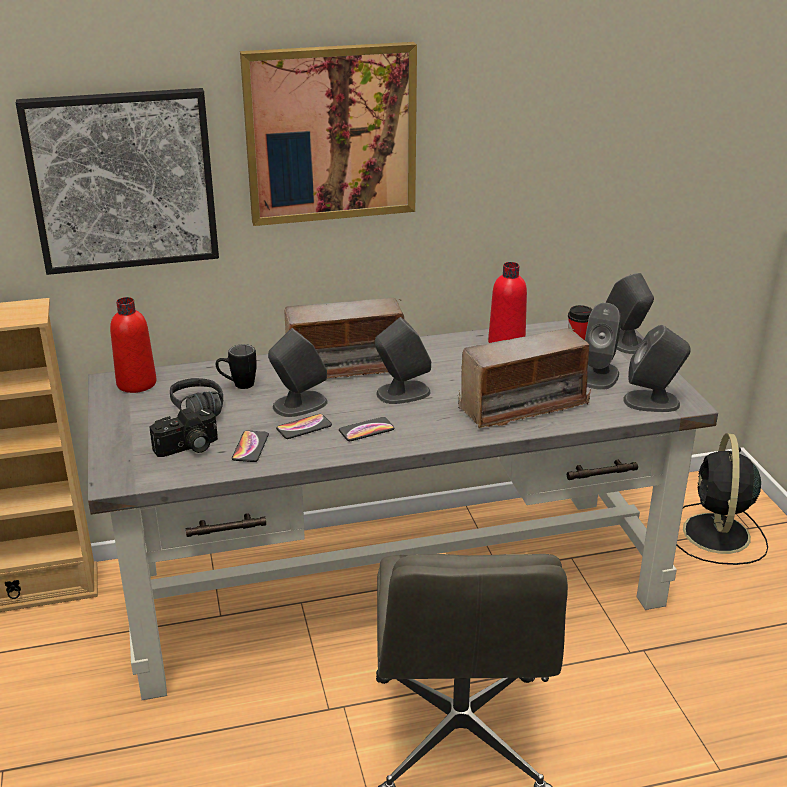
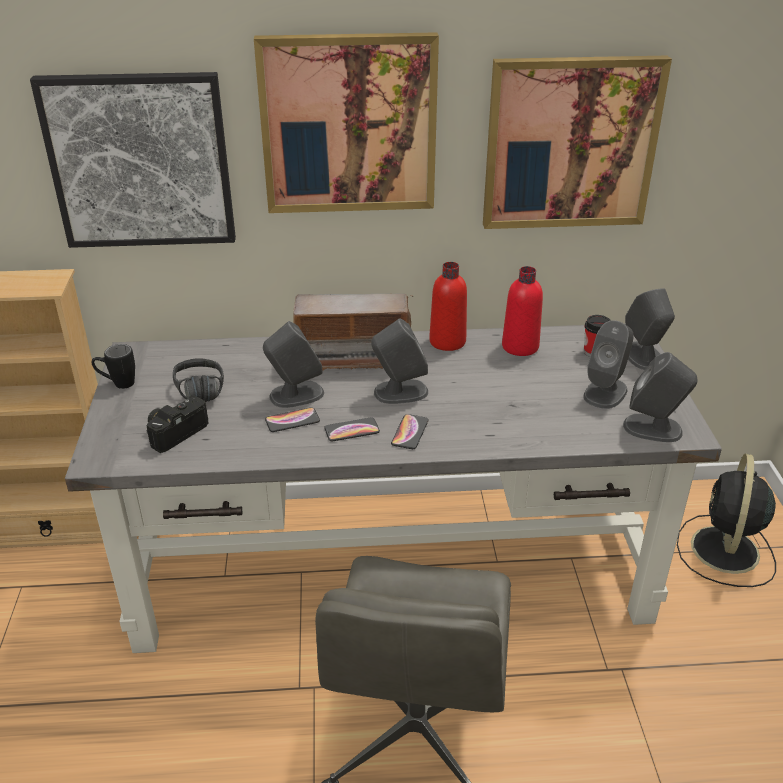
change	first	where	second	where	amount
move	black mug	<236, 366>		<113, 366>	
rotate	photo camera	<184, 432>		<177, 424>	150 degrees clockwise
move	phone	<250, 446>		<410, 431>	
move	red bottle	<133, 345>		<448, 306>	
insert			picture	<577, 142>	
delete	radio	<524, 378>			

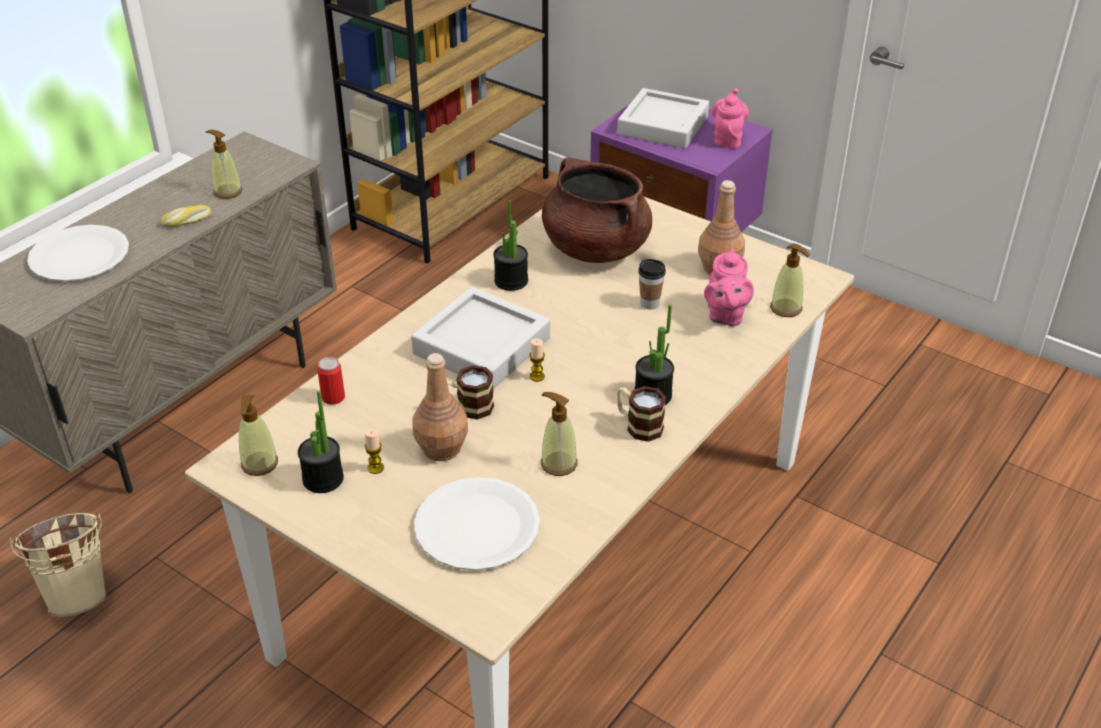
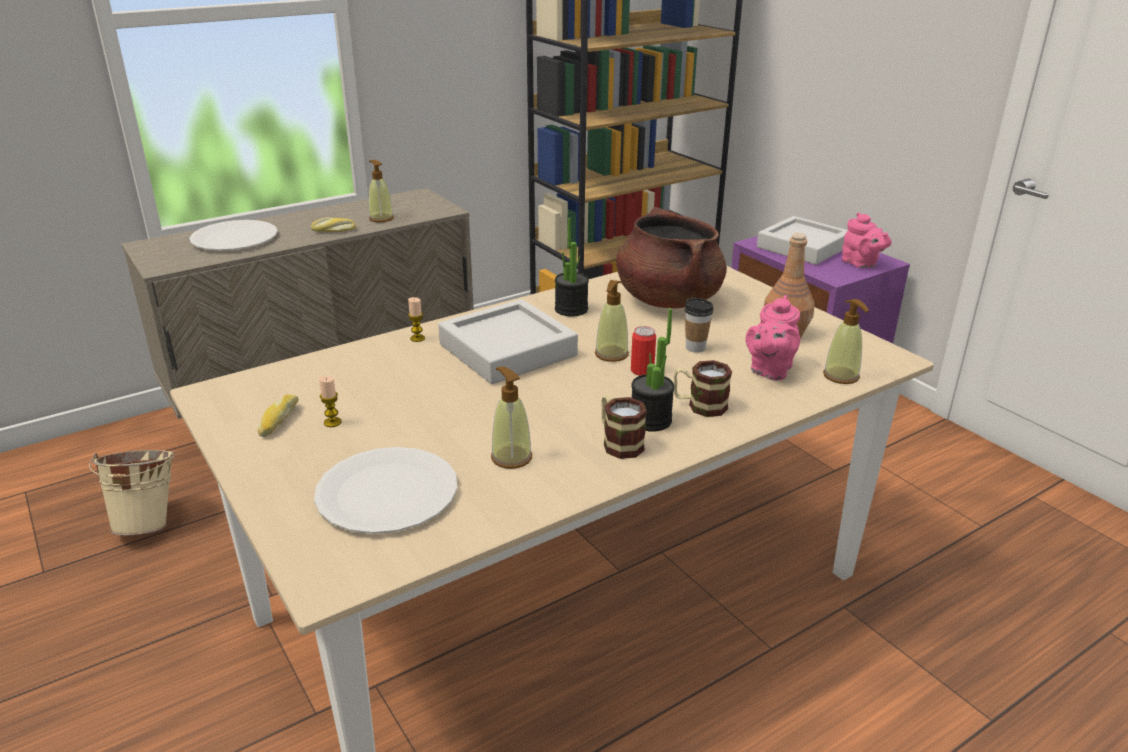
change	first	where	second	where	amount
replace	potted plant	<321, 442>	bread	<278, 415>	
move	candle	<537, 360>		<416, 319>	
move	soap dispenser	<258, 435>		<612, 321>	
move	can	<331, 381>		<643, 351>	
move	mug	<470, 392>		<703, 388>	
rotate	pink teapot	<730, 118>		<867, 240>	120 degrees clockwise
delete	brown bottle	<440, 407>			

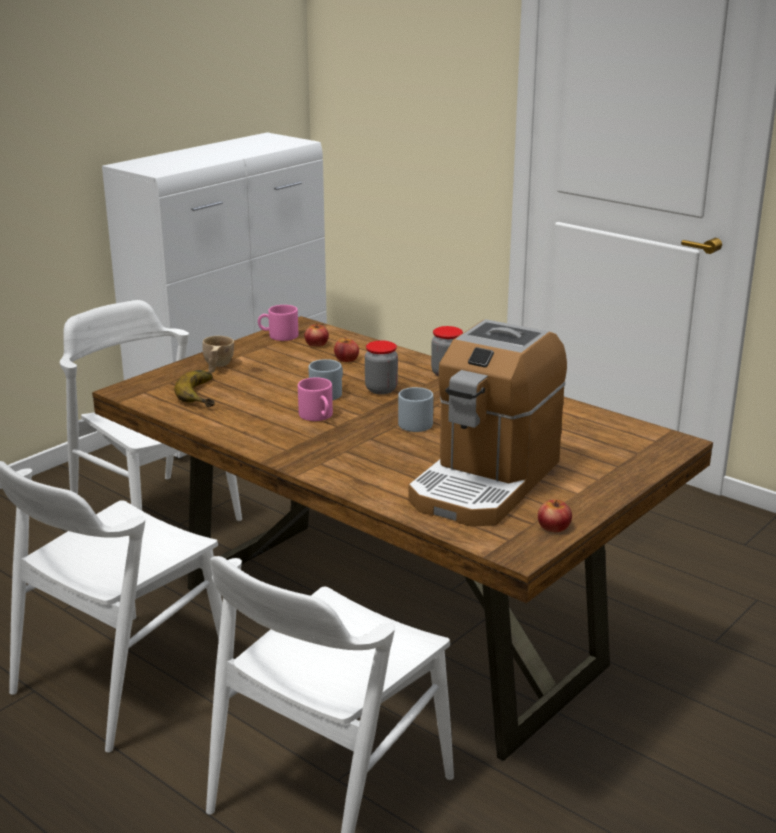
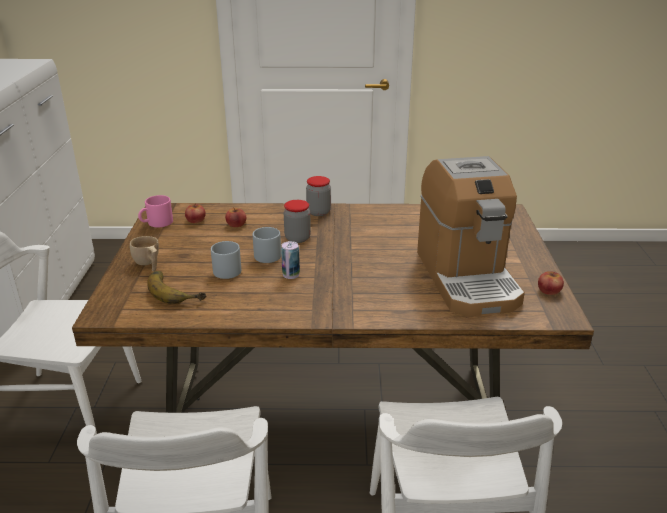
change	first	where	second	where	amount
move	grey mug	<415, 409>		<226, 260>	
replace	pink mug	<315, 399>	can	<290, 260>	

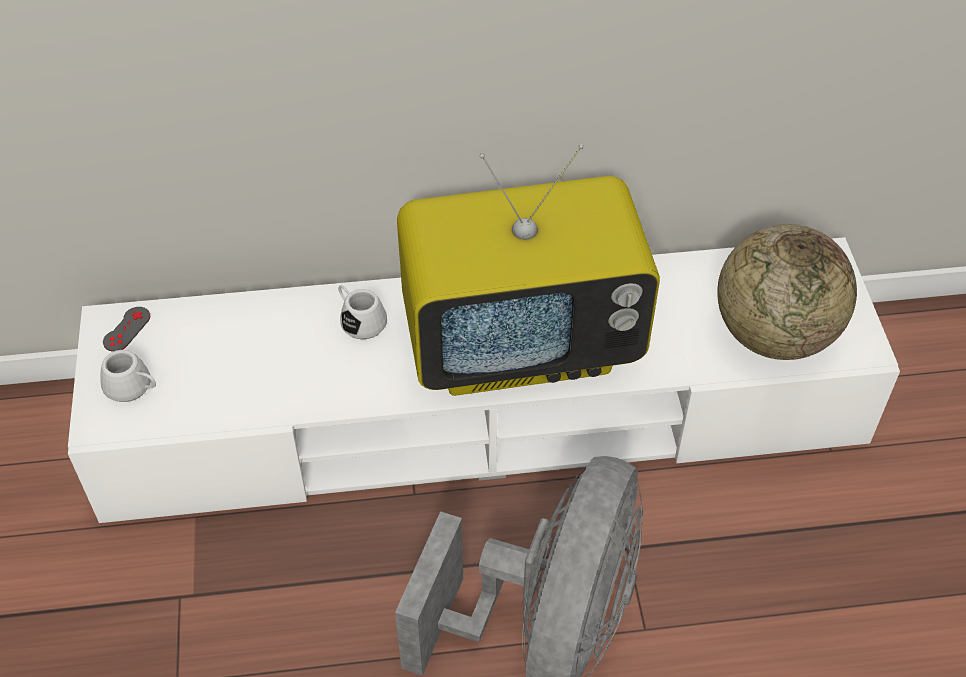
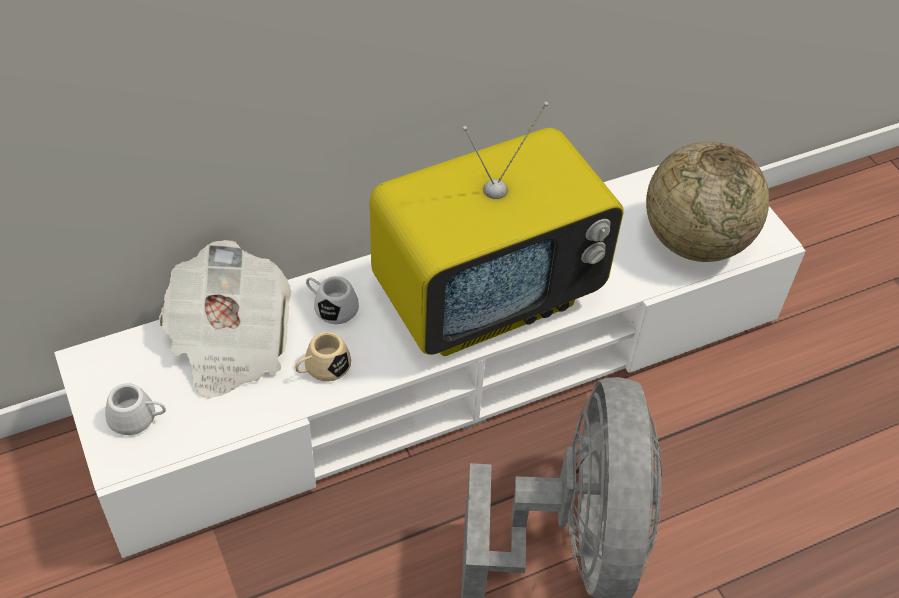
change	first	where	second	where	amount
insert			newspaper	<225, 319>	
insert			beige mug	<323, 356>	
delete	grey game controller	<126, 329>			

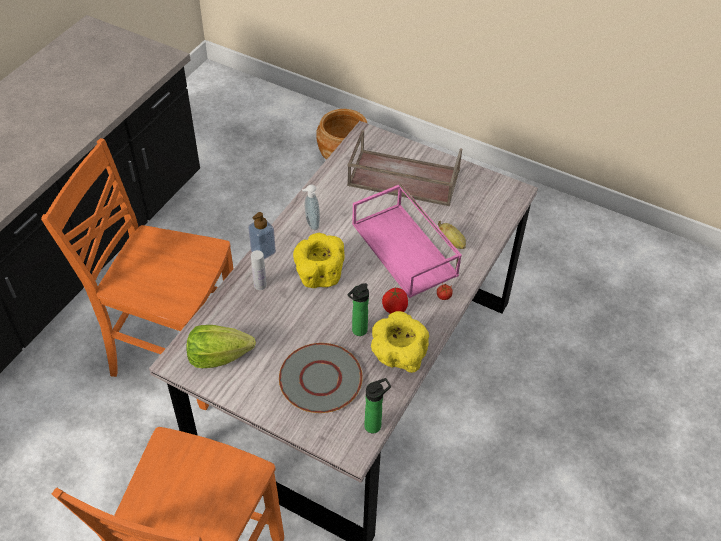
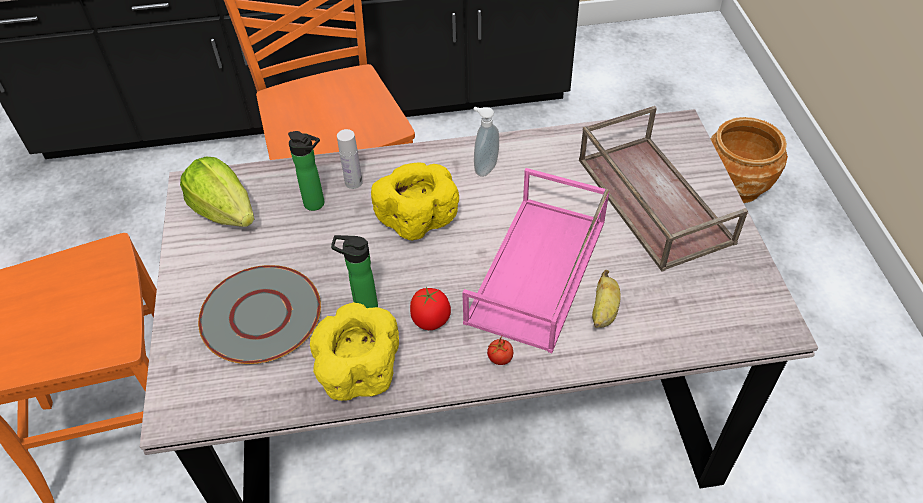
change	first	where	second	where	amount
move	bottle	<377, 405>		<306, 171>	
delete	soap dispenser	<262, 235>			

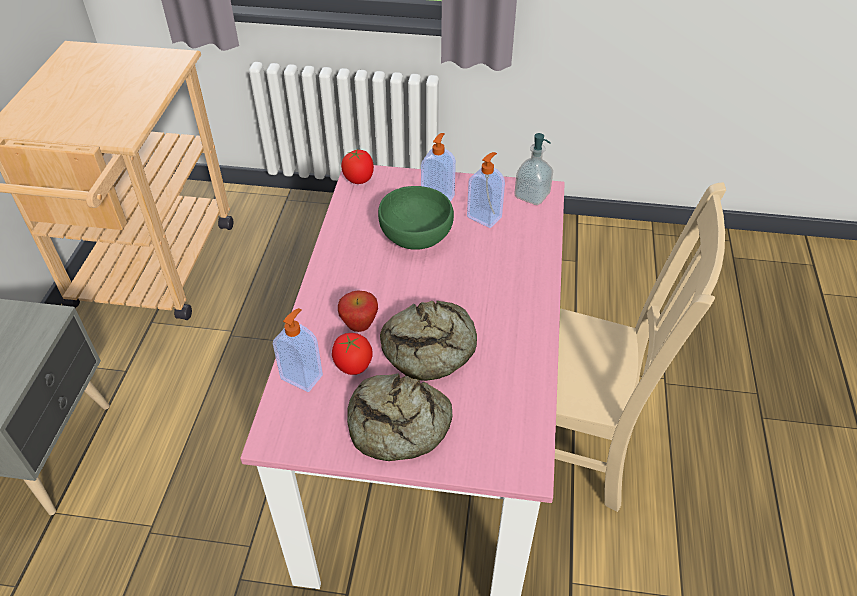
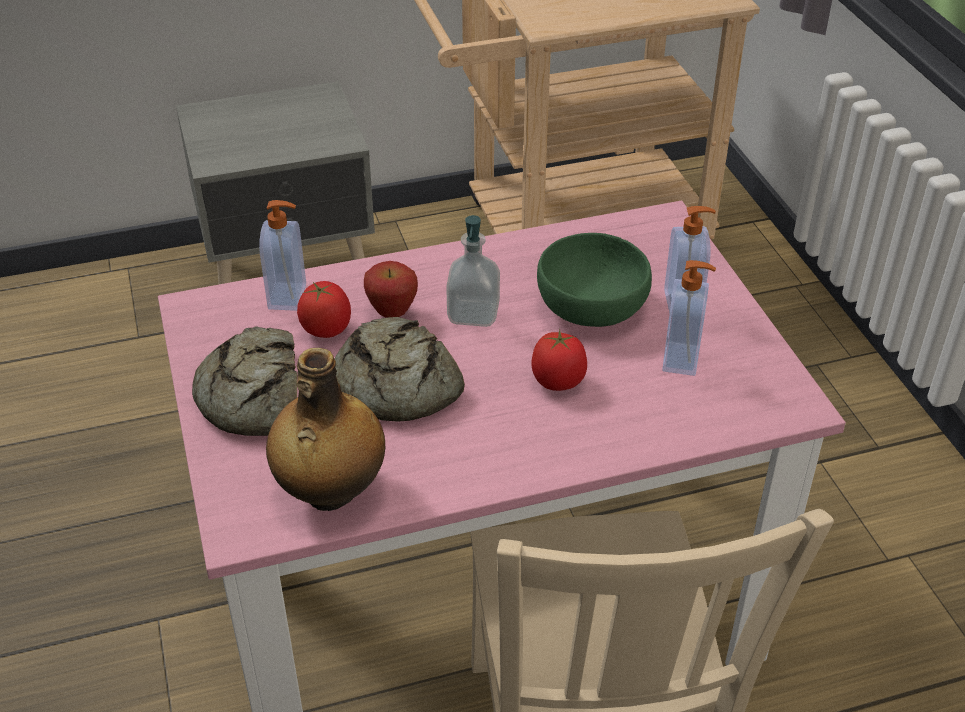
change	first	where	second	where	amount
insert			bottle	<325, 429>	
move	soap dispenser	<533, 169>		<473, 271>	
move	tomato	<357, 166>		<559, 360>	

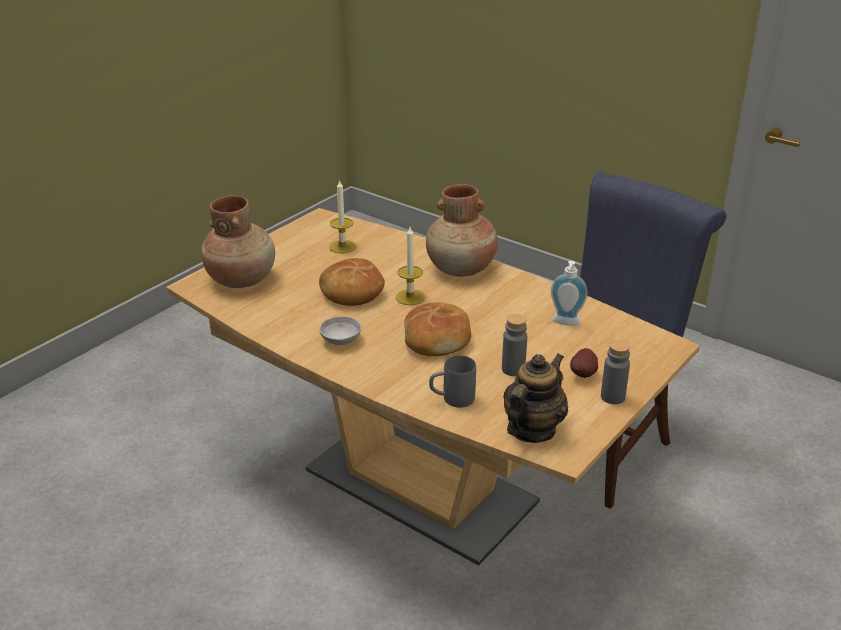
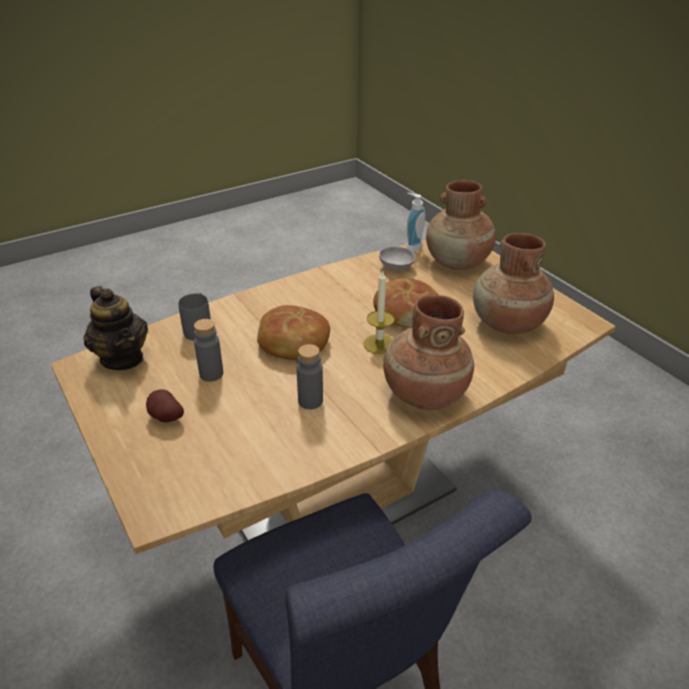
change	first	where	second	where	amount
move	grey bottle	<615, 372>		<310, 376>	
move	grey bowl	<340, 330>		<397, 258>	
move	soap dispenser	<569, 293>		<416, 223>	
replace	candle	<342, 216>	brown vase	<513, 283>	

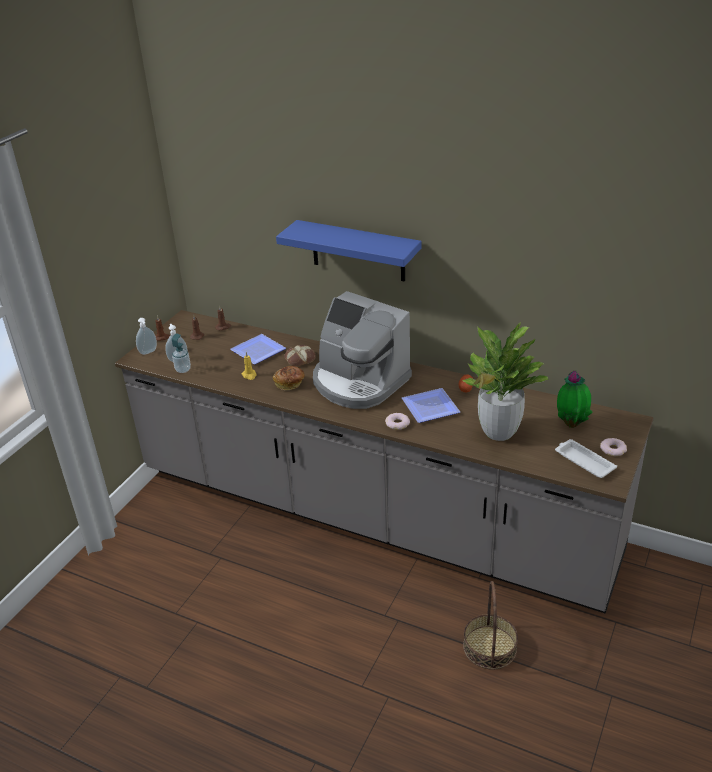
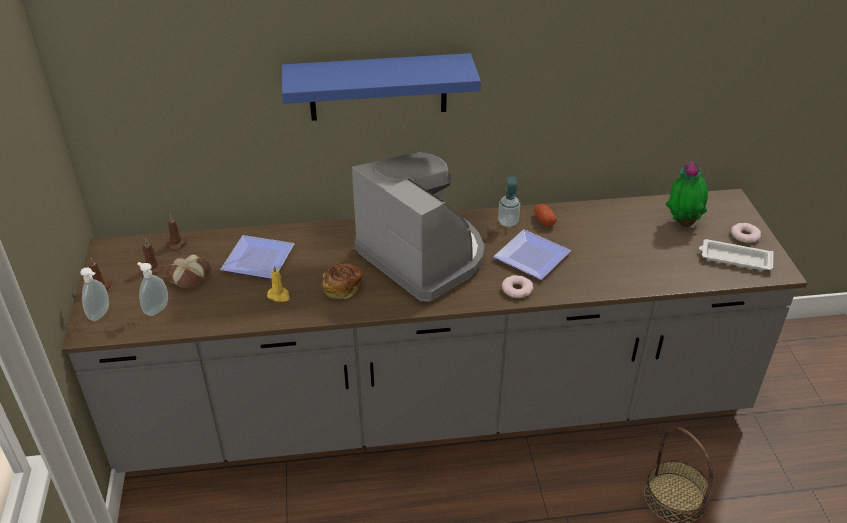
change	first	where	second	where	amount
move	bread	<300, 355>		<188, 271>	
rotate	coffee machine	<362, 350>		<418, 227>	135 degrees counterclockwise
move	soap dispenser	<181, 353>		<509, 202>	
delete	potted plant	<505, 381>			

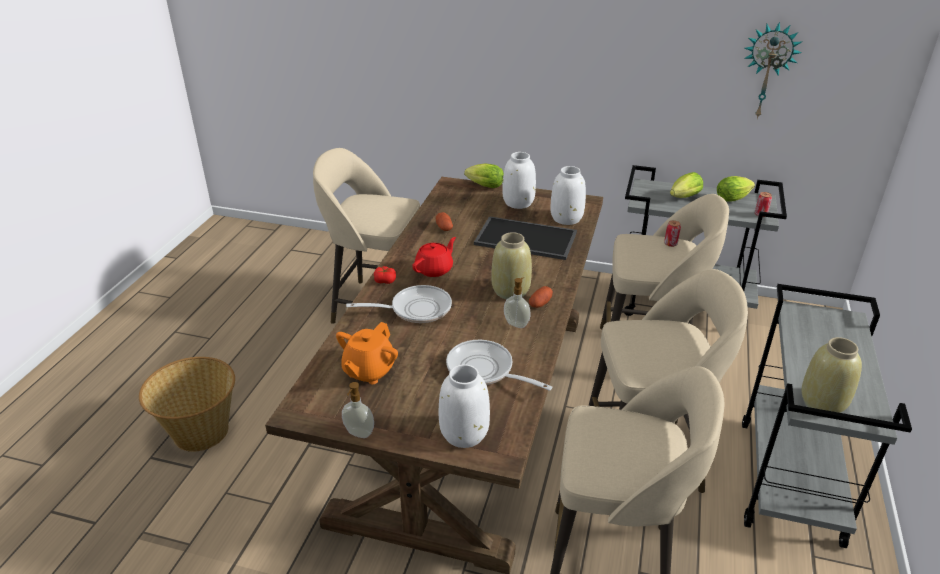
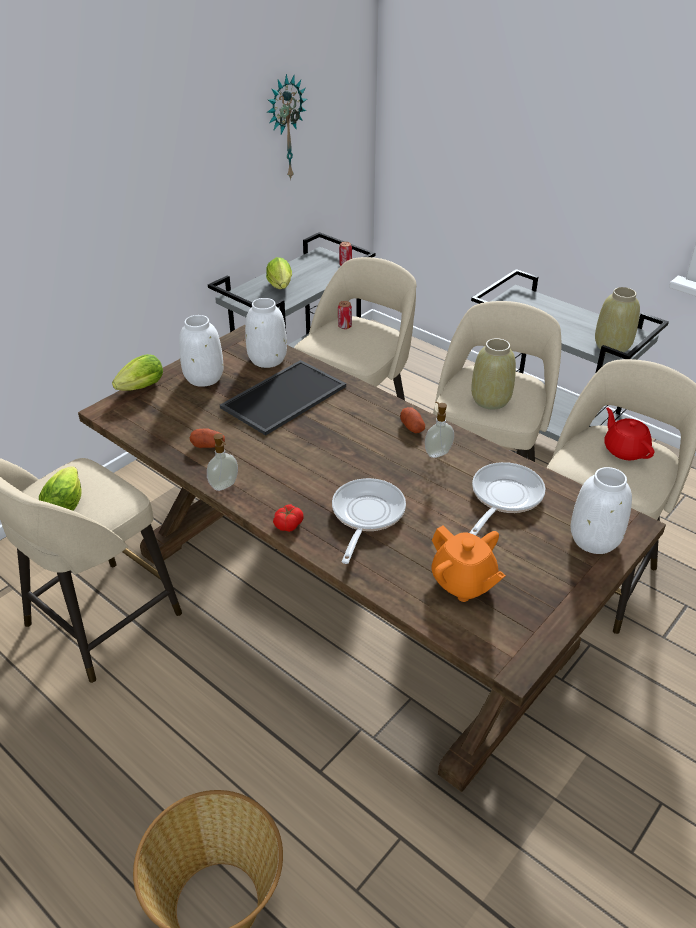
change	first	where	second	where	amount
move	lettuce	<736, 189>		<60, 488>	
move	soap dispenser	<358, 410>		<222, 462>	
rotate	frying pan	<499, 365>		<508, 499>	150 degrees clockwise
move	beige vase	<511, 265>		<493, 374>	
move	red teapot	<434, 257>		<629, 433>	

